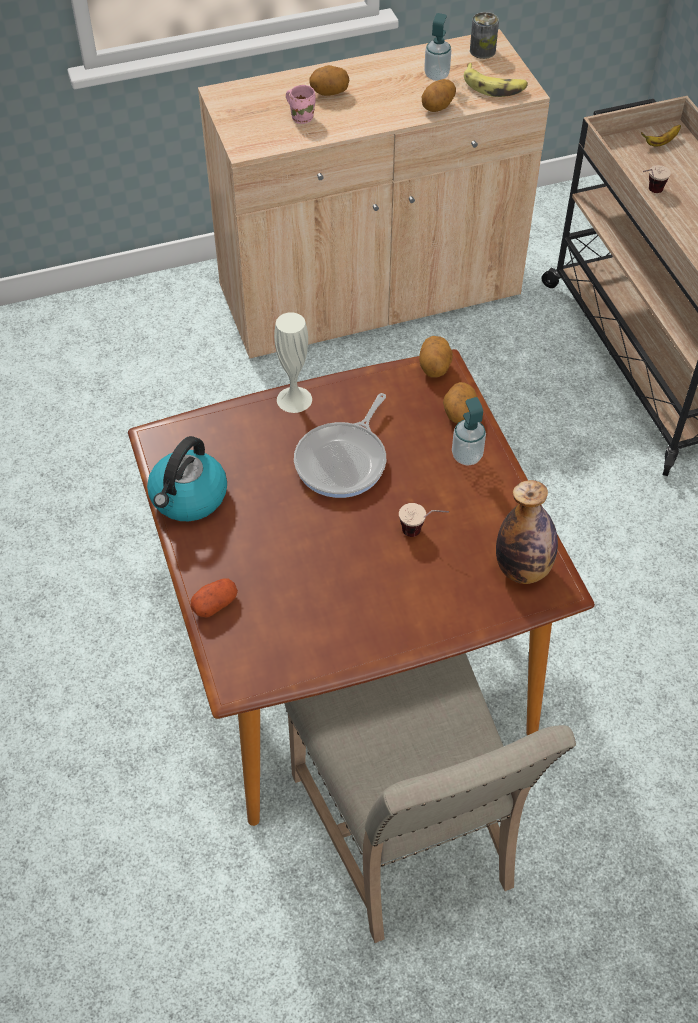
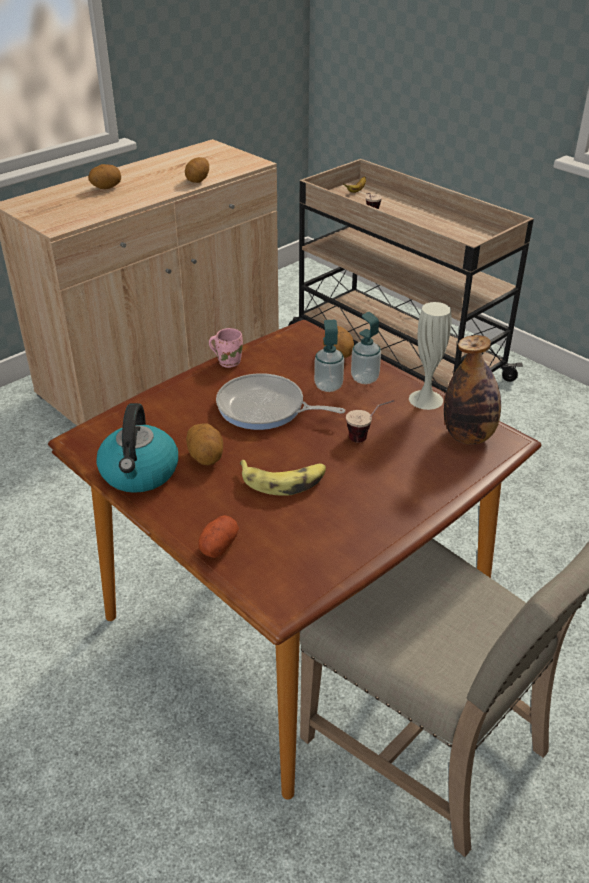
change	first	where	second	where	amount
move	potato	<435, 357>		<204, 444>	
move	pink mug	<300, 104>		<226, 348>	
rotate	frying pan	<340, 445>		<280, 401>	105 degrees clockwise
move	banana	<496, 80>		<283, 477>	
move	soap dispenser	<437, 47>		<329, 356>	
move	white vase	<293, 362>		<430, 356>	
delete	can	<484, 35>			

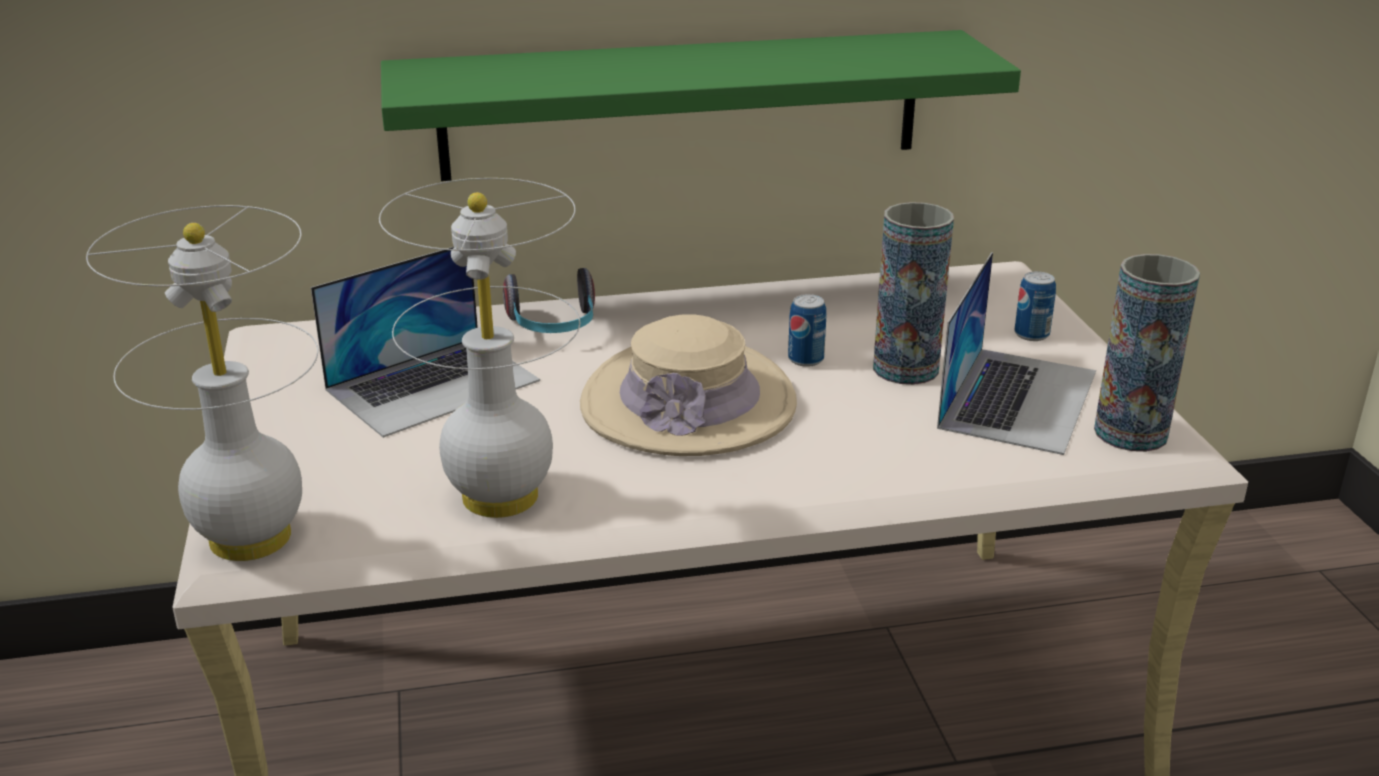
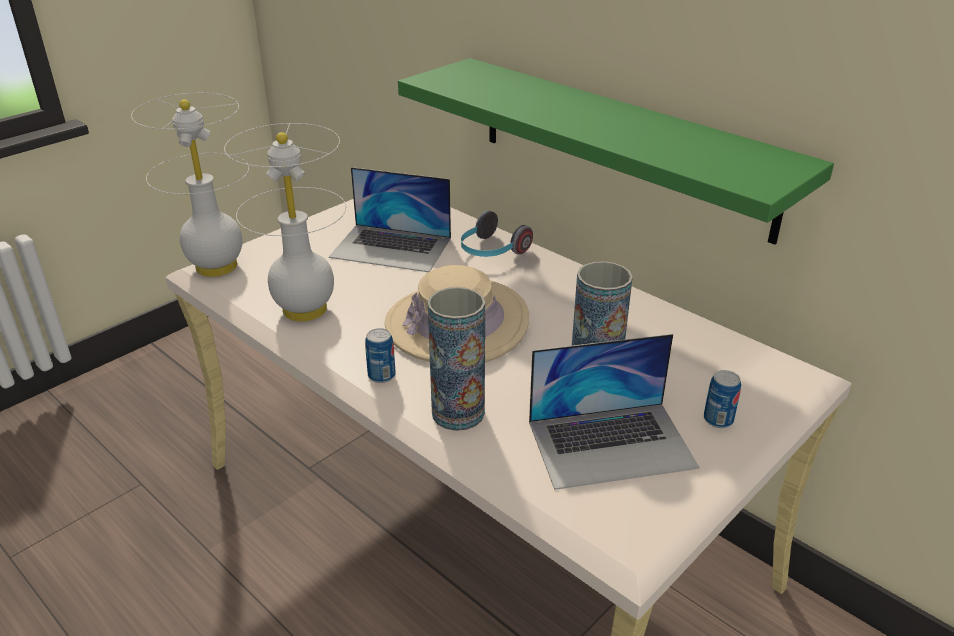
change	first	where	second	where	amount
move	can	<807, 330>		<380, 355>	
move	vase	<1147, 353>		<456, 359>	

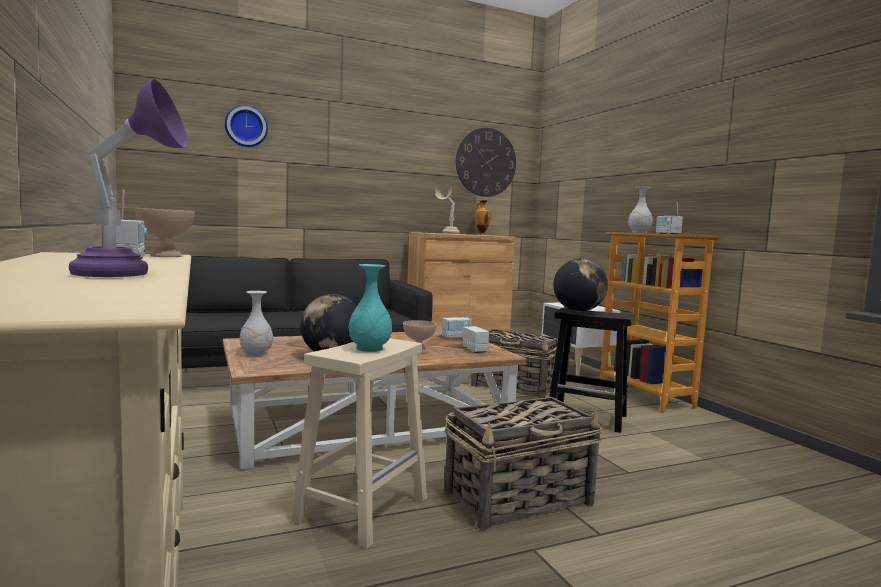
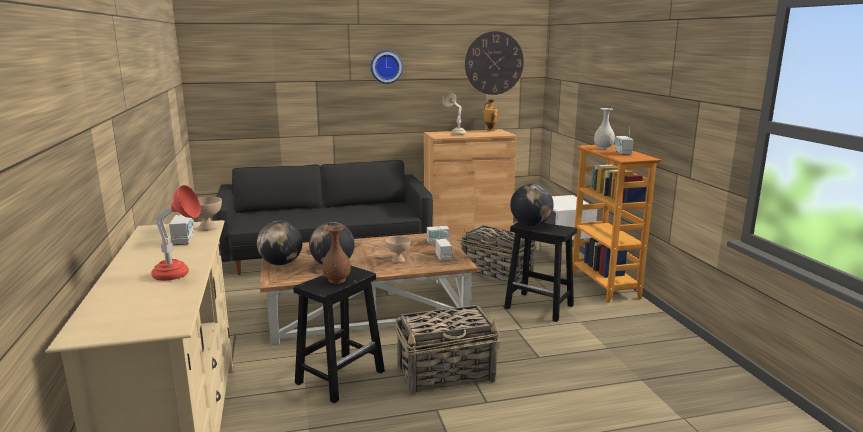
change	first	where	second	where	amount
recolor	purple table lamp	<128, 178>	red table lamp	<176, 233>	
replace	white vase	<256, 323>	globe	<280, 243>	
recolor	beige stool	<359, 443>	black stool	<339, 334>	
recolor	turquoise vase	<370, 308>	brown vase	<336, 255>	
move	wall clock	<246, 126>		<387, 67>	

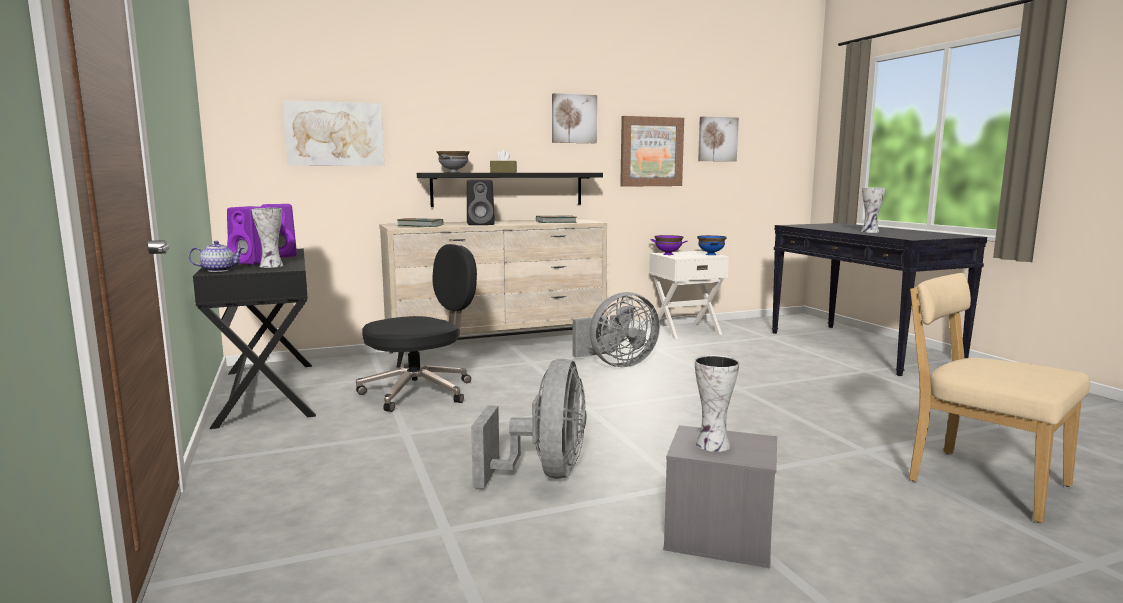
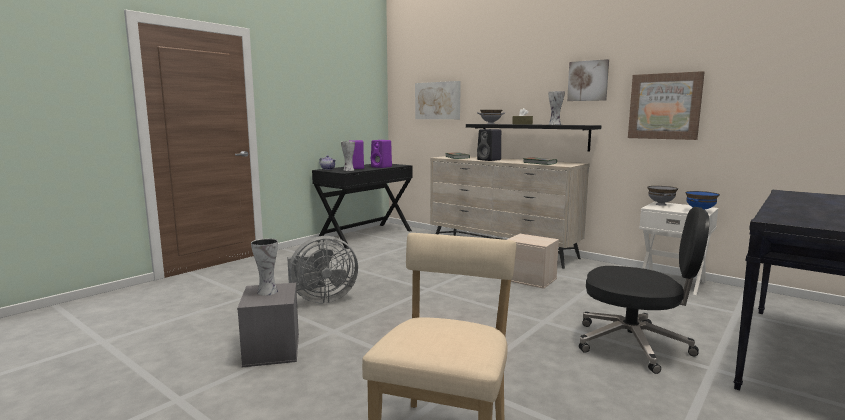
change	first	where	second	where	amount
replace	grey fan	<616, 329>	beige storage box	<533, 261>	
move	vase	<873, 210>		<556, 108>	
move	black office chair	<416, 328>		<644, 290>	
recolor	purple bowl	<669, 245>	grey bowl	<663, 196>	
delete	picture	<718, 139>			

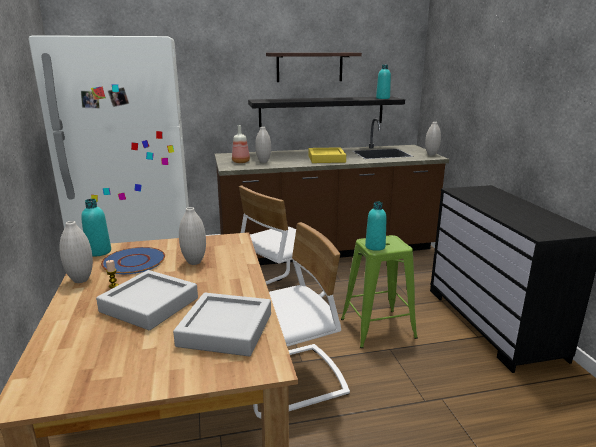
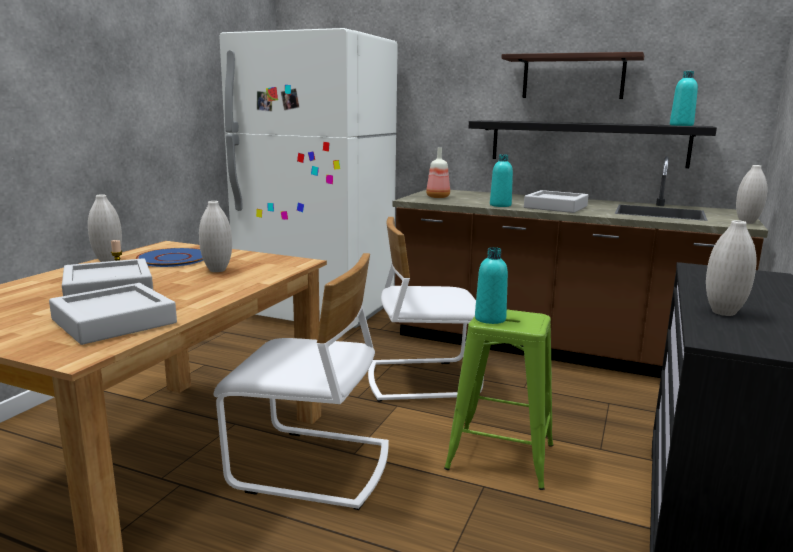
change	first	where	second	where	amount
move	turquoise bottle	<96, 228>		<501, 180>	
recolor	yellow tray	<327, 155>	grey tray	<556, 201>	
move	white vase	<263, 145>		<731, 268>	

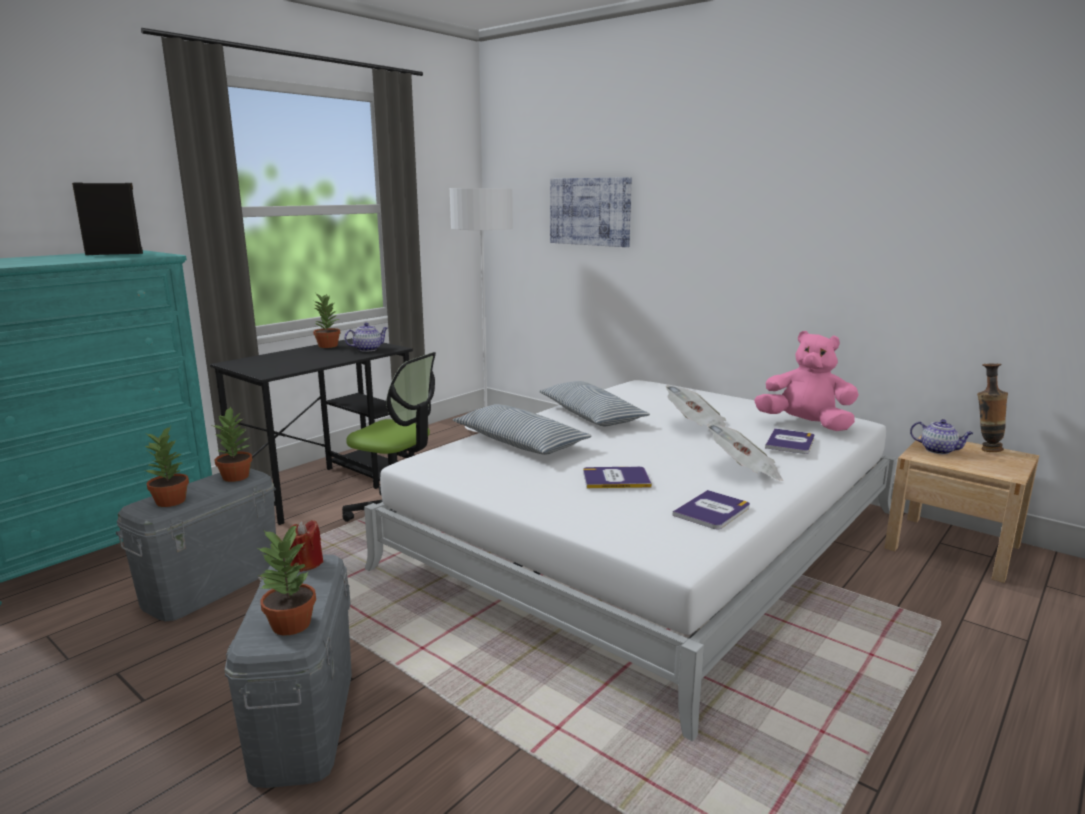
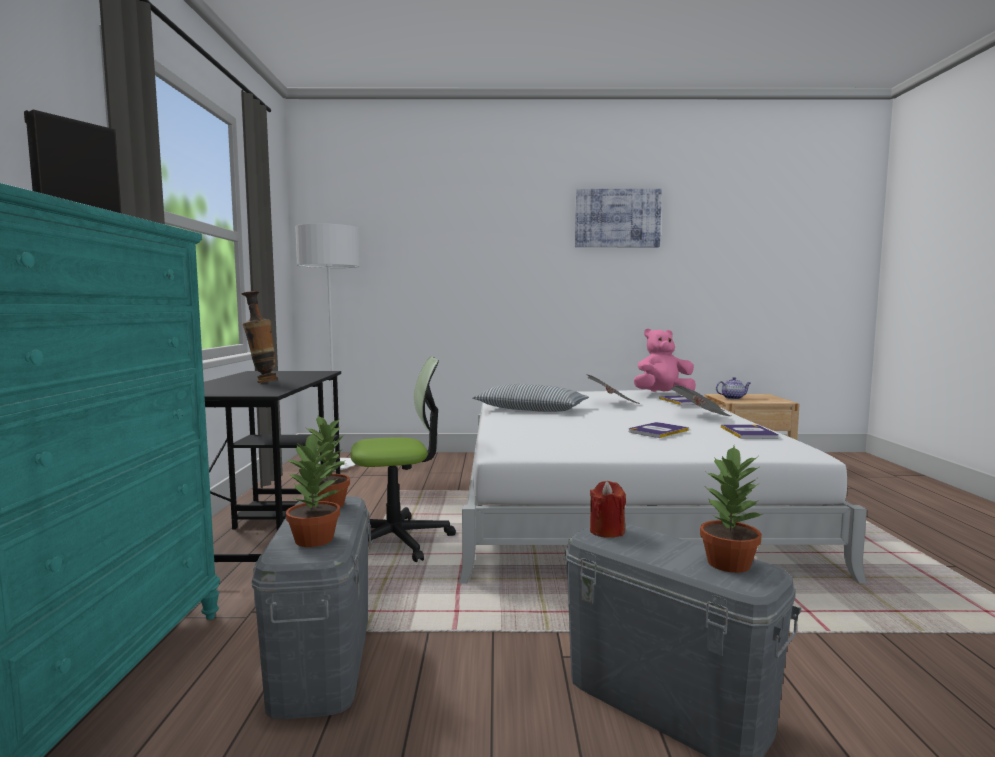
change	first	where	second	where	amount
move	vase	<992, 408>		<260, 337>	
move	picture	<591, 212>		<618, 218>	
delete	potted plant	<326, 321>			
delete	teapot	<366, 337>			
delete	pillow	<522, 429>			

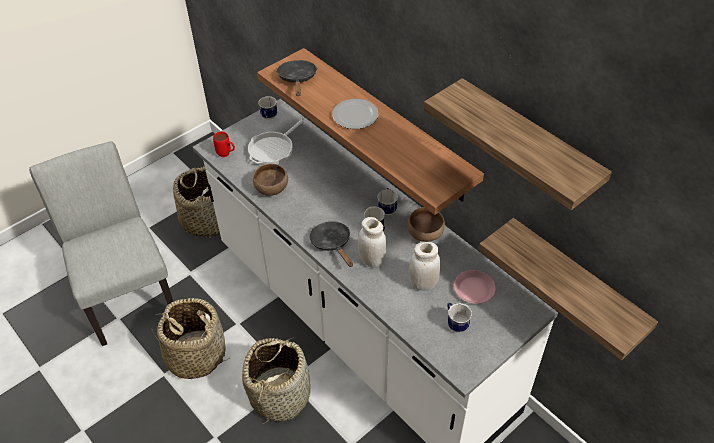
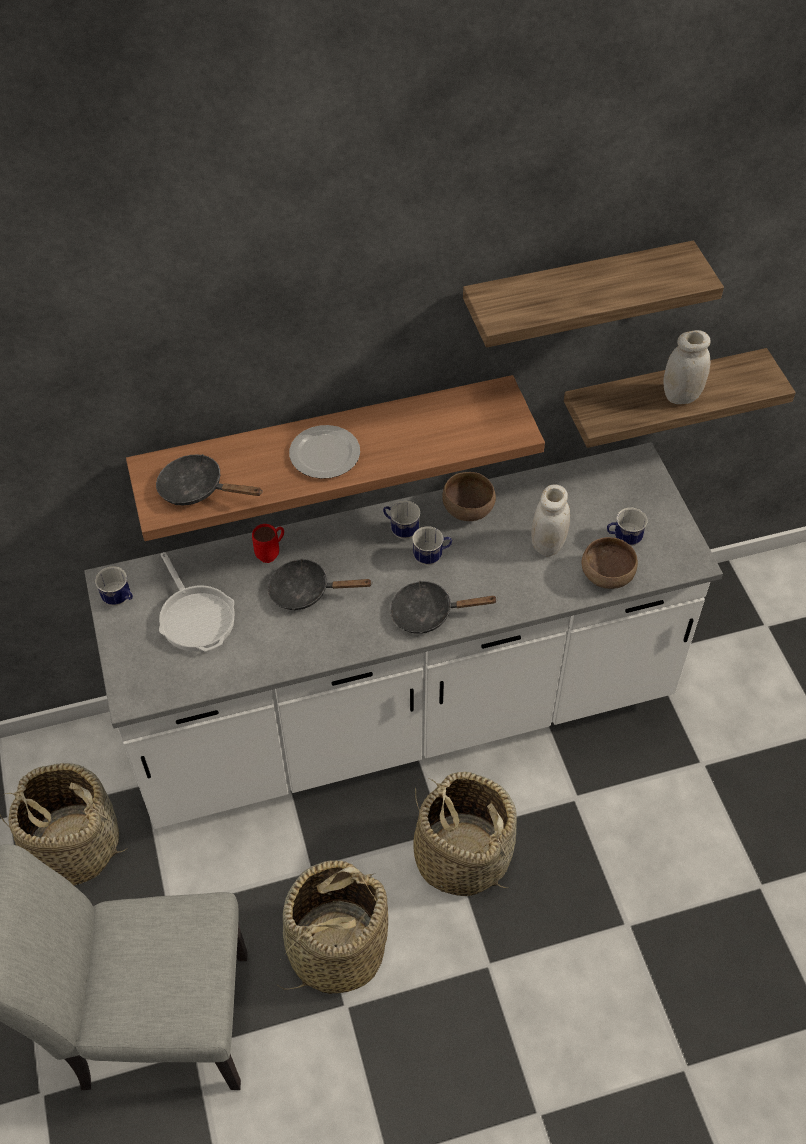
change	first	where	second	where	amount
move	red mug	<224, 144>		<268, 543>	
insert			black frying pan	<320, 584>	
move	brown bowl	<270, 180>		<609, 563>	
move	white jar	<372, 242>		<686, 367>	
delete	pink plate	<475, 287>			

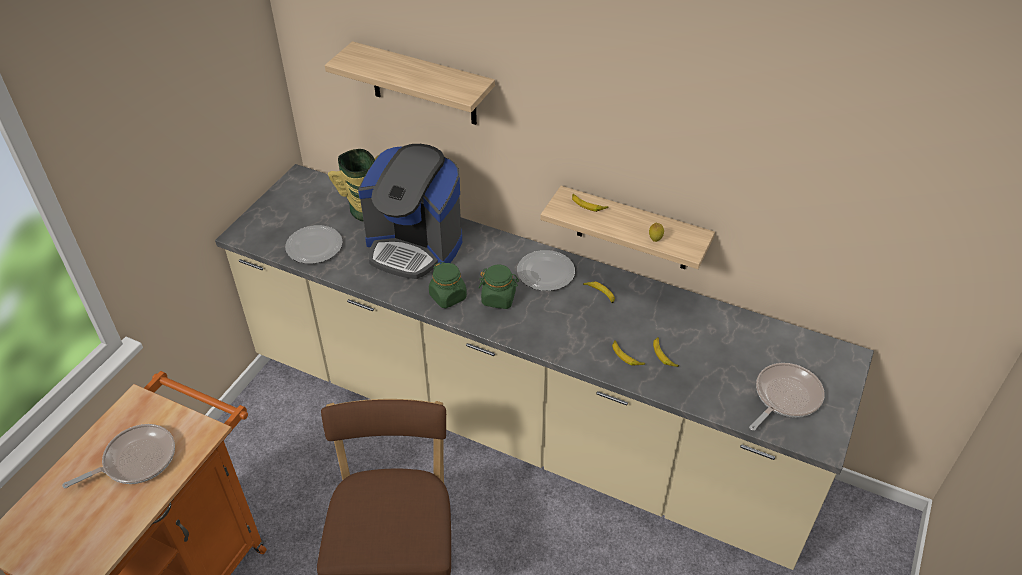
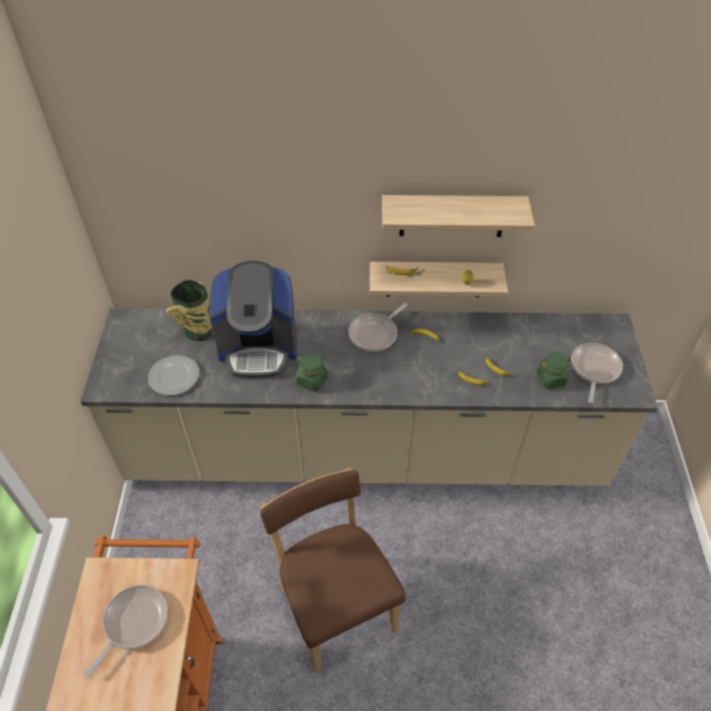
change	first	where	second	where	amount
replace	plate	<546, 270>	frying pan	<378, 327>	
move	shelf	<410, 83>		<458, 216>	
move	green jar	<499, 287>		<554, 370>	

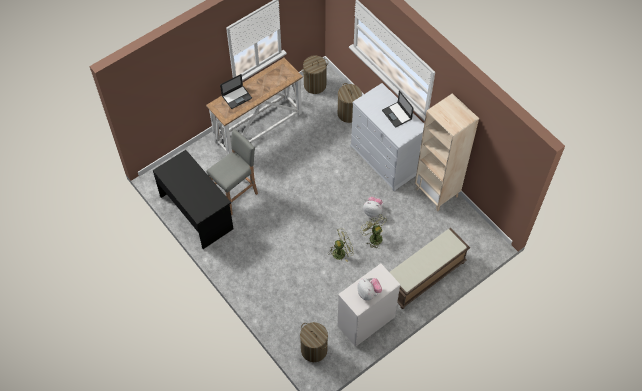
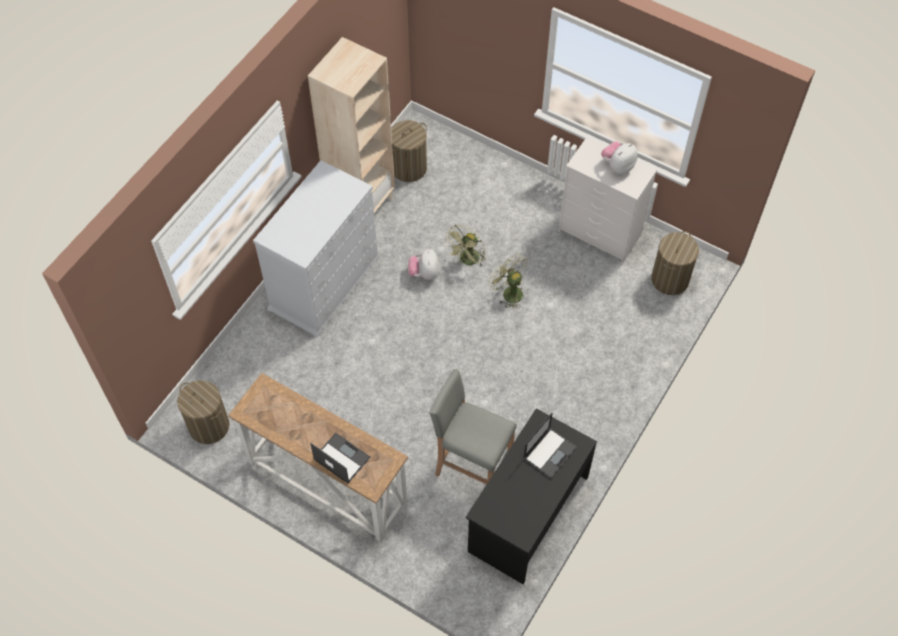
change	first	where	second	where	amount
move	laundry basket	<350, 103>		<409, 151>	
move	laptop	<397, 109>		<550, 445>	
delete	brown bench	<430, 268>			

